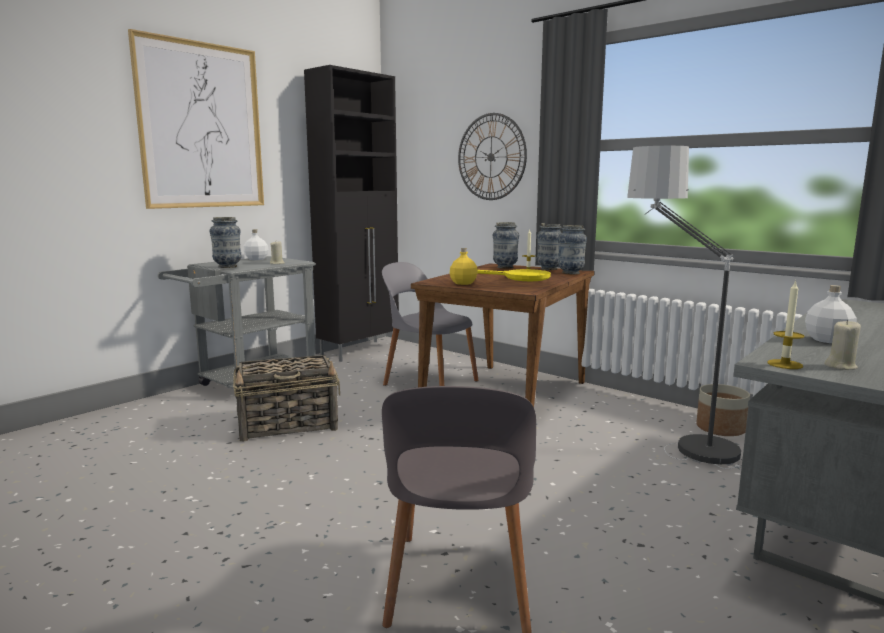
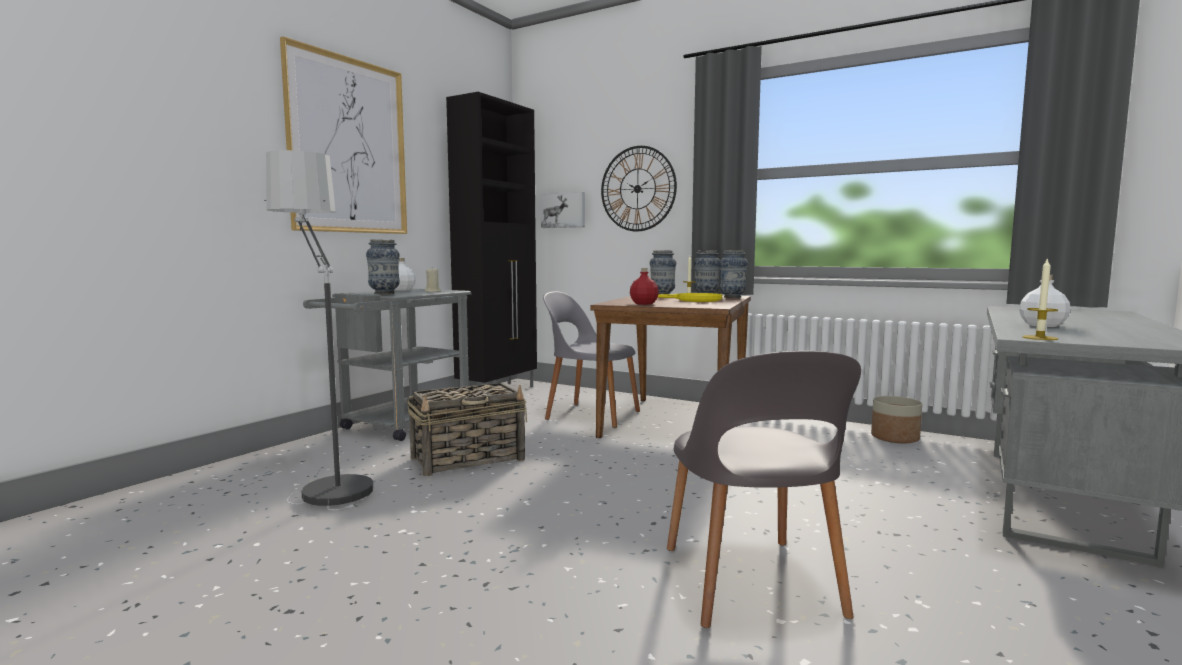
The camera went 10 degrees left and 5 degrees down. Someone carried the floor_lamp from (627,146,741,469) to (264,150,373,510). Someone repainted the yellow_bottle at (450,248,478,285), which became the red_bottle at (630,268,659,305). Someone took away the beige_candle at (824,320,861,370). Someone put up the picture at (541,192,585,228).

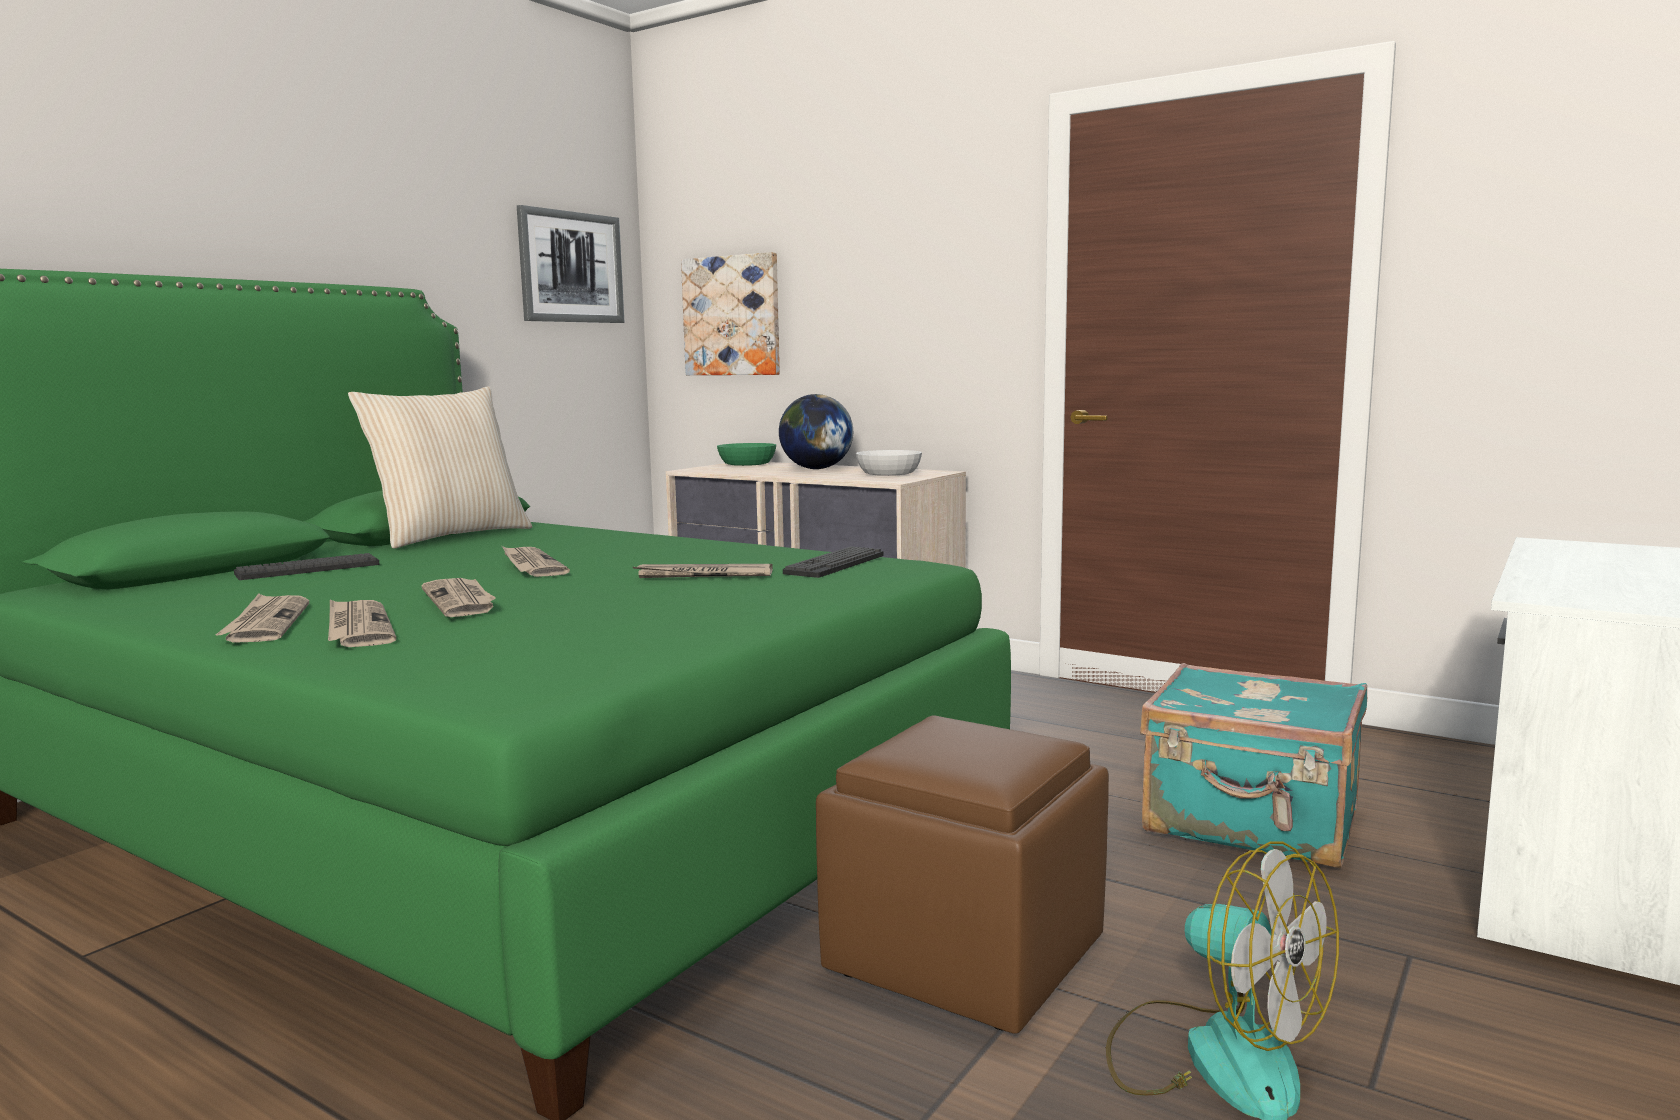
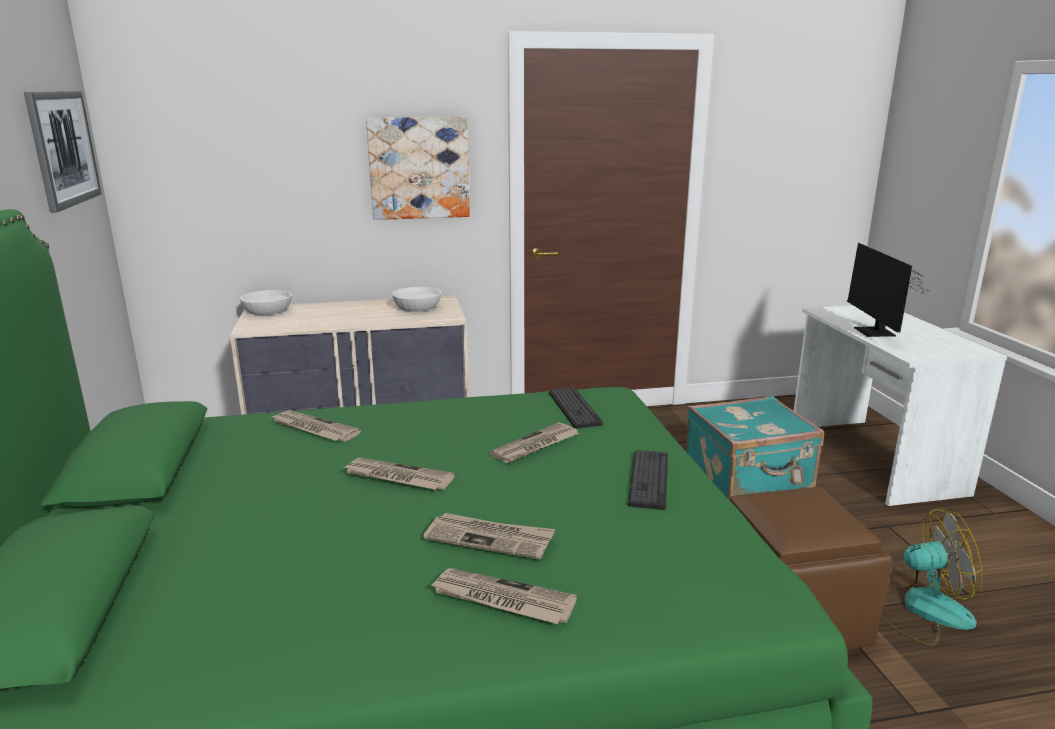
The camera went 45 degrees left and 10 degrees up. Someone carried the picture from (681,252,780,375) to (366,117,470,220). Someone took away the beige_pillow at (348,386,532,549). Someone took away the globe at (779,394,853,469). Someone repainted the green_bowl at (717,443,776,466), which became the white_bowl at (240,290,292,315). Someone carried the keyboard from (234,553,380,580) to (628,450,668,510). Someone carried the newspaper from (216,594,309,643) to (271,410,361,442). Someone put down the monitor at (847,243,929,337).

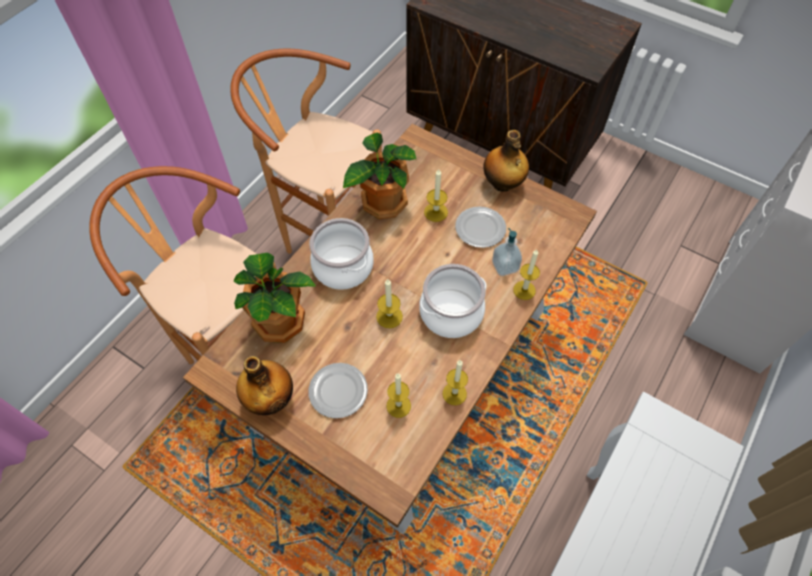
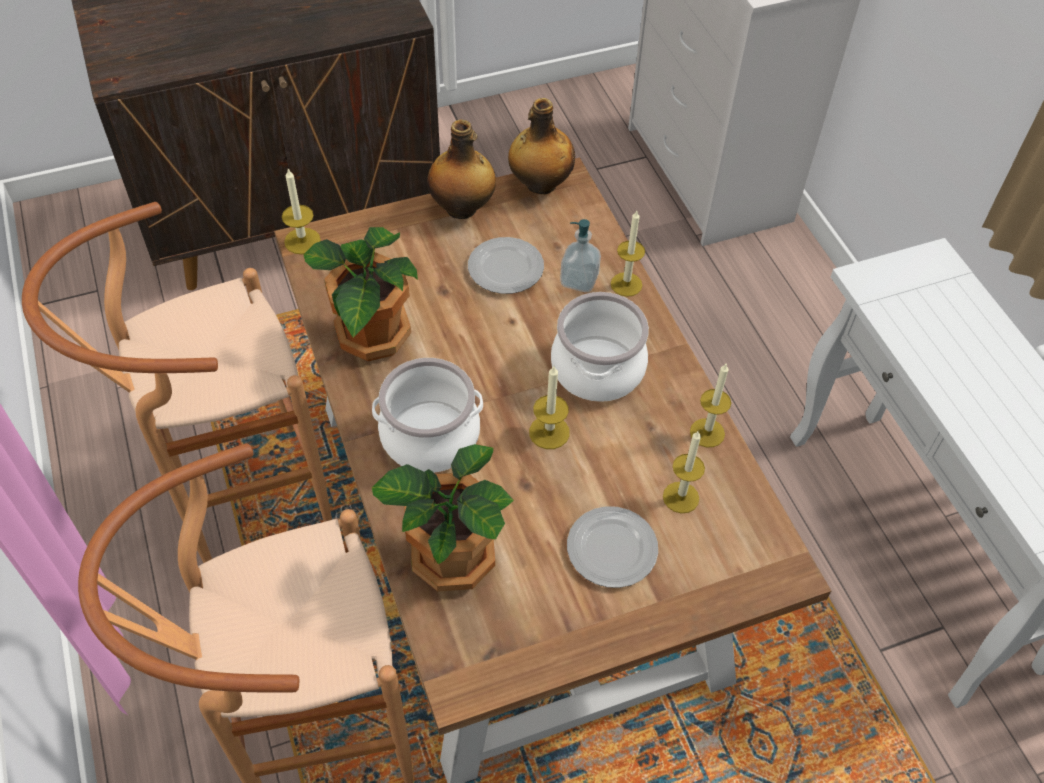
The camera went 55 degrees left and 5 degrees down. Someone carried the candle from (424,169,448,222) to (282,169,321,254). Someone carried the bottle from (236,356,293,415) to (508,98,575,194).

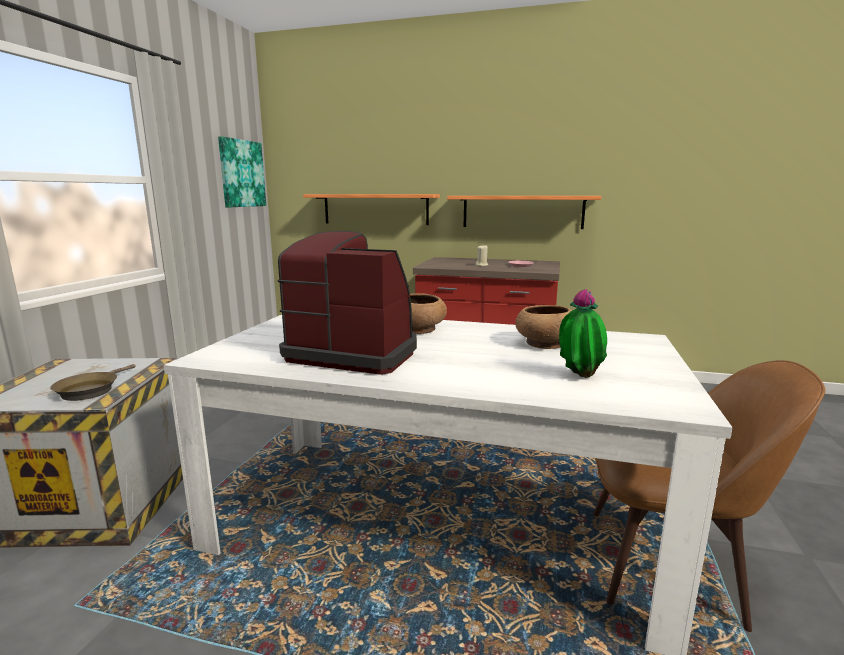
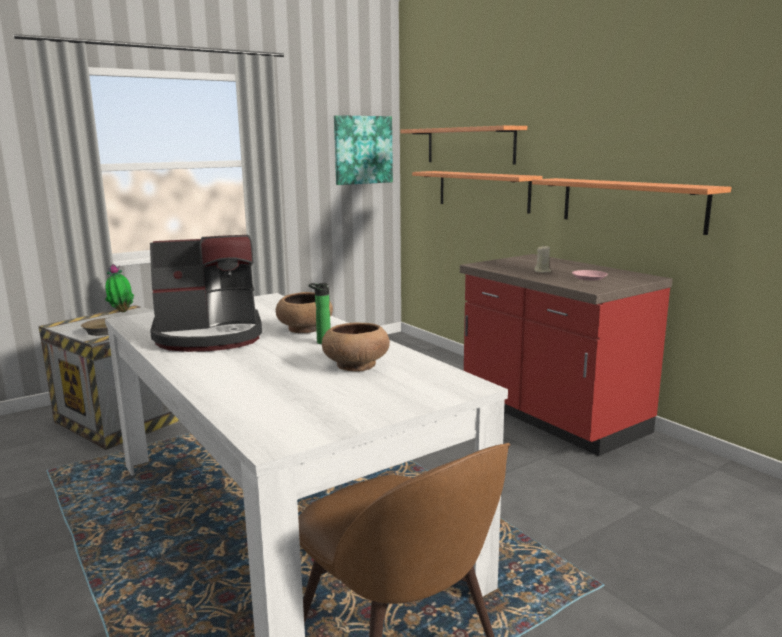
The camera went 40 degrees right and 0 degrees up. Someone rotated the coffee_machine at (277,231,417,375) by 105 degrees clockwise. Someone carried the potted_plant from (559,289,607,378) to (105,264,134,312). Someone put up the shelf at (401,126,527,165). Someone put down the bottle at (309,283,331,344).

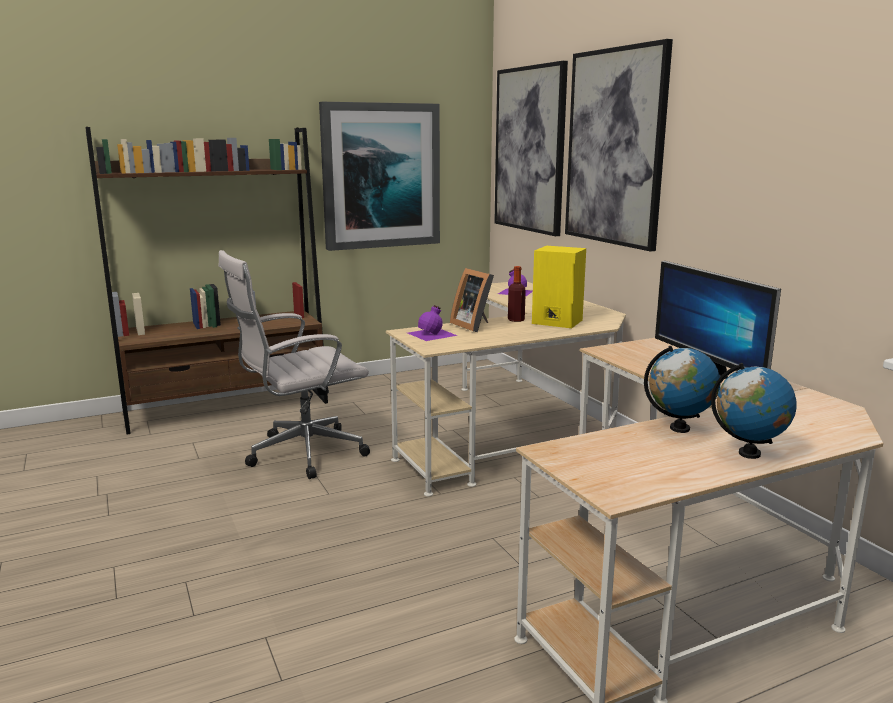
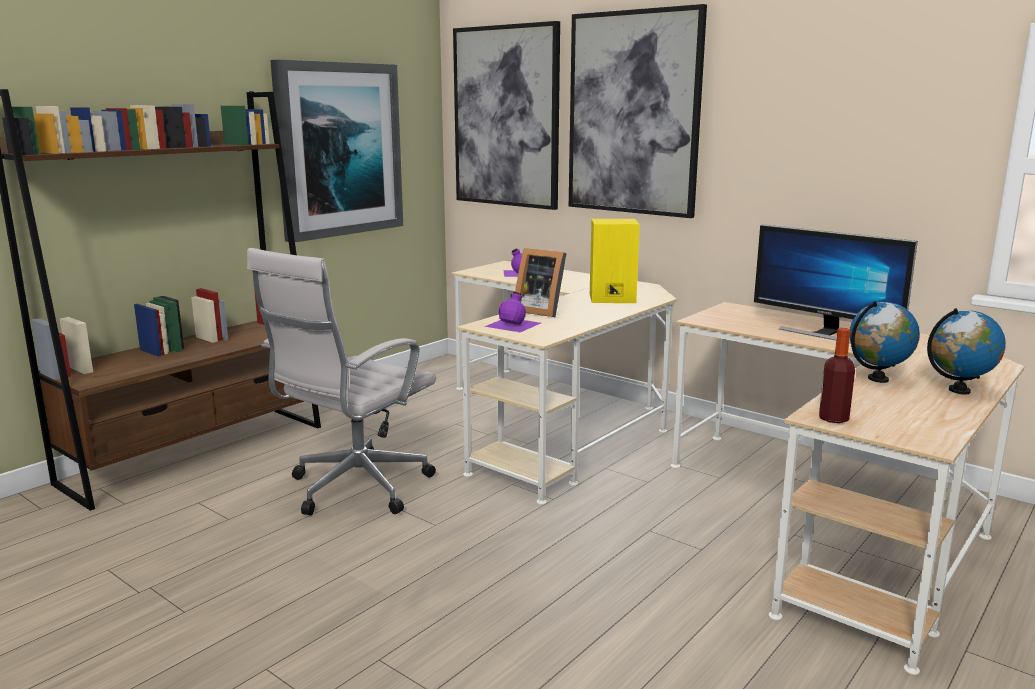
The camera went 25 degrees left and 0 degrees up. Someone carried the bottle from (508,266,526,322) to (819,328,855,423).

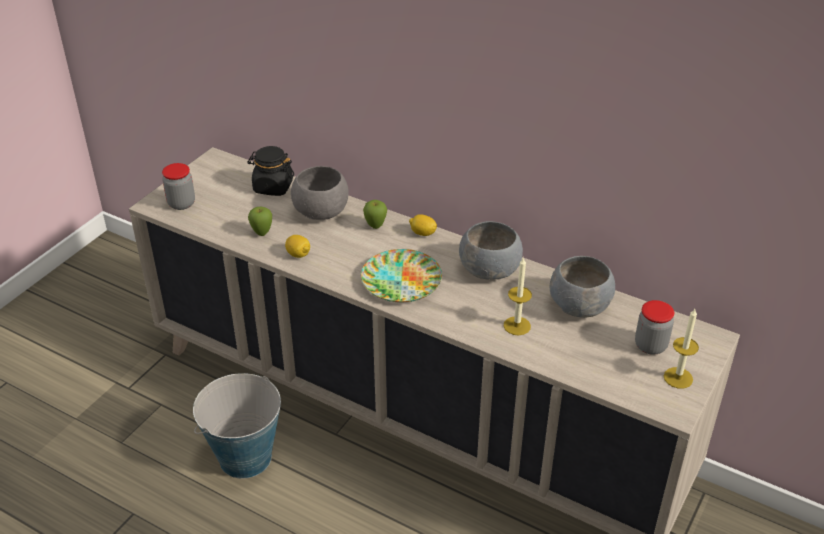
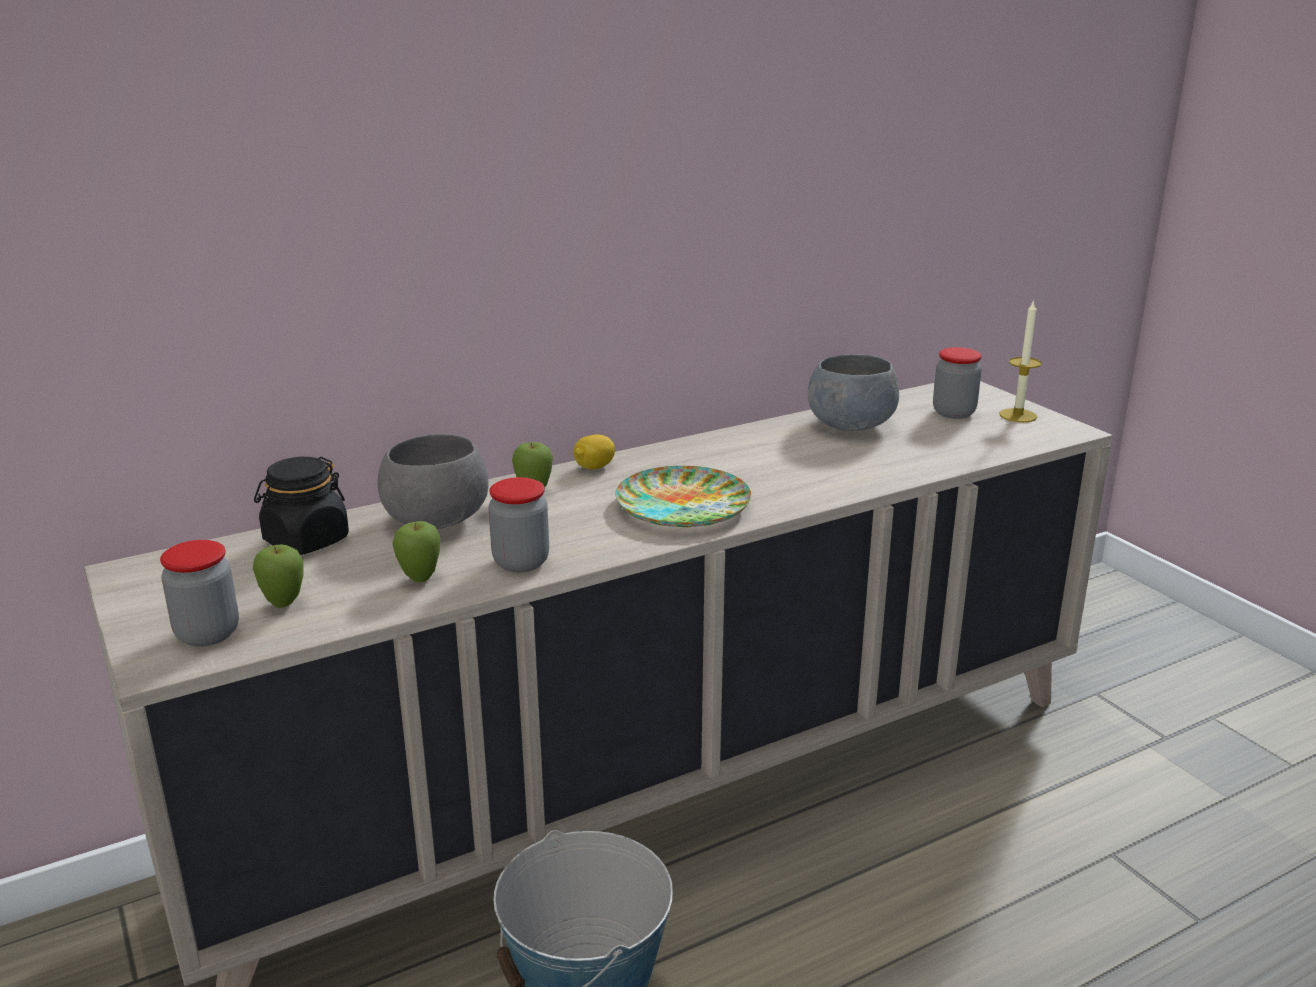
The camera went 60 degrees left and 15 degrees down. Someone took away the grey_bowl at (459,221,523,280). Someone swapped the lemon at (285,235,310,258) for the jar at (488,477,549,573). Someone took away the candle at (504,257,532,335). Someone put down the apple at (253,544,304,608).

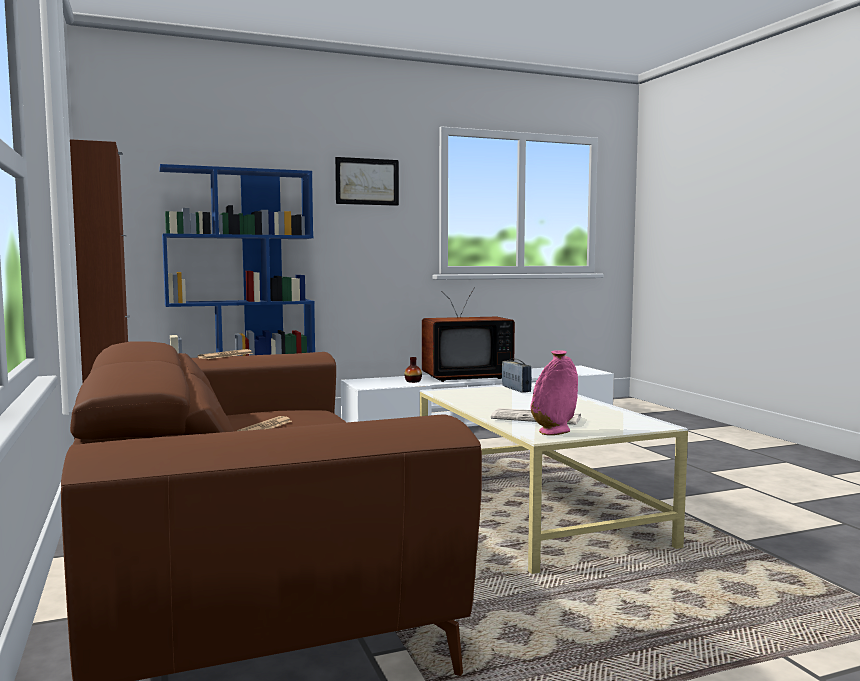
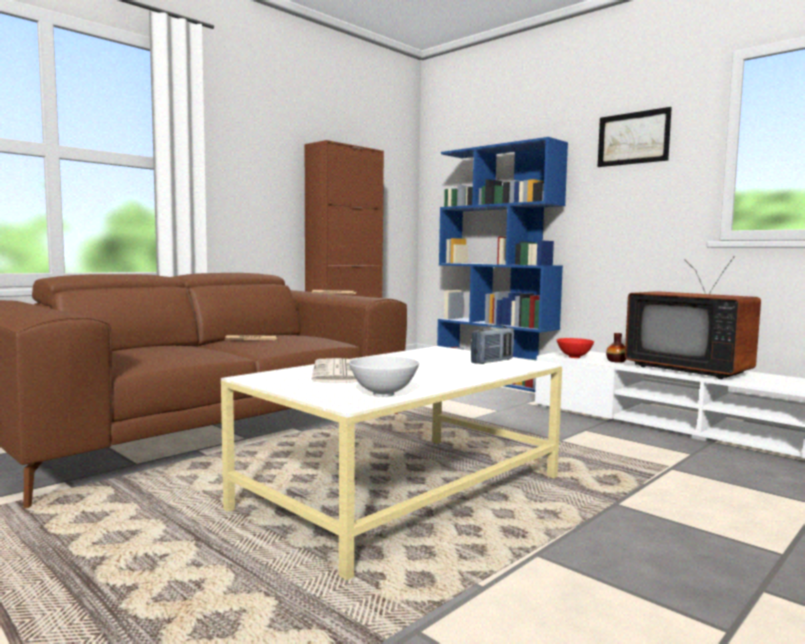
The camera went 65 degrees right and 0 degrees up. Someone took away the pink_vase at (531,350,578,435). Someone put down the red_bowl at (557,338,594,358). Someone put down the white_bowl at (349,356,419,397).

